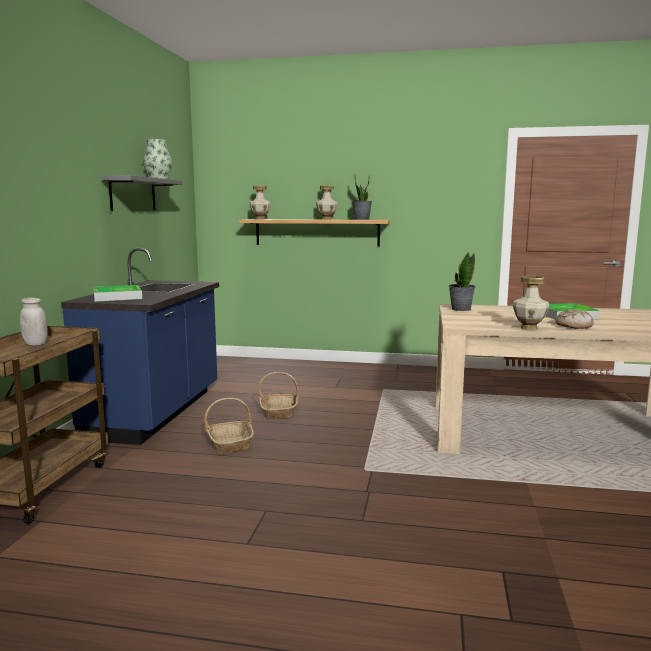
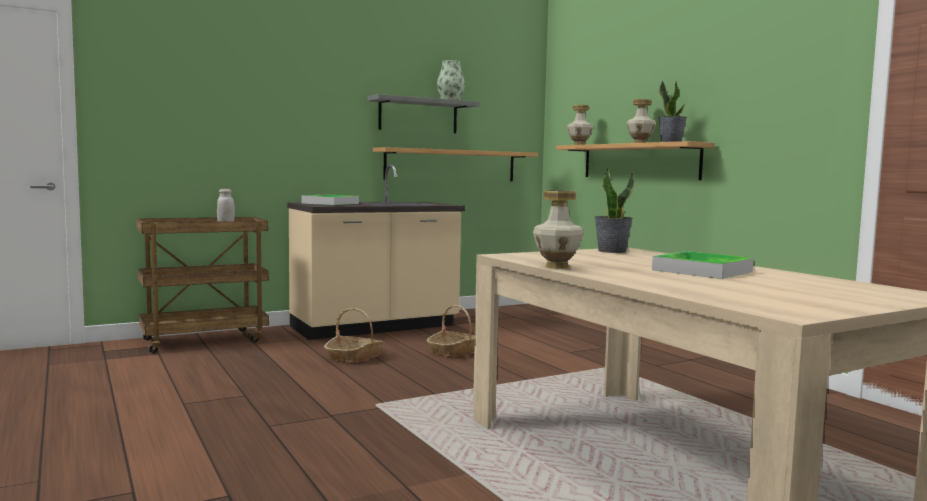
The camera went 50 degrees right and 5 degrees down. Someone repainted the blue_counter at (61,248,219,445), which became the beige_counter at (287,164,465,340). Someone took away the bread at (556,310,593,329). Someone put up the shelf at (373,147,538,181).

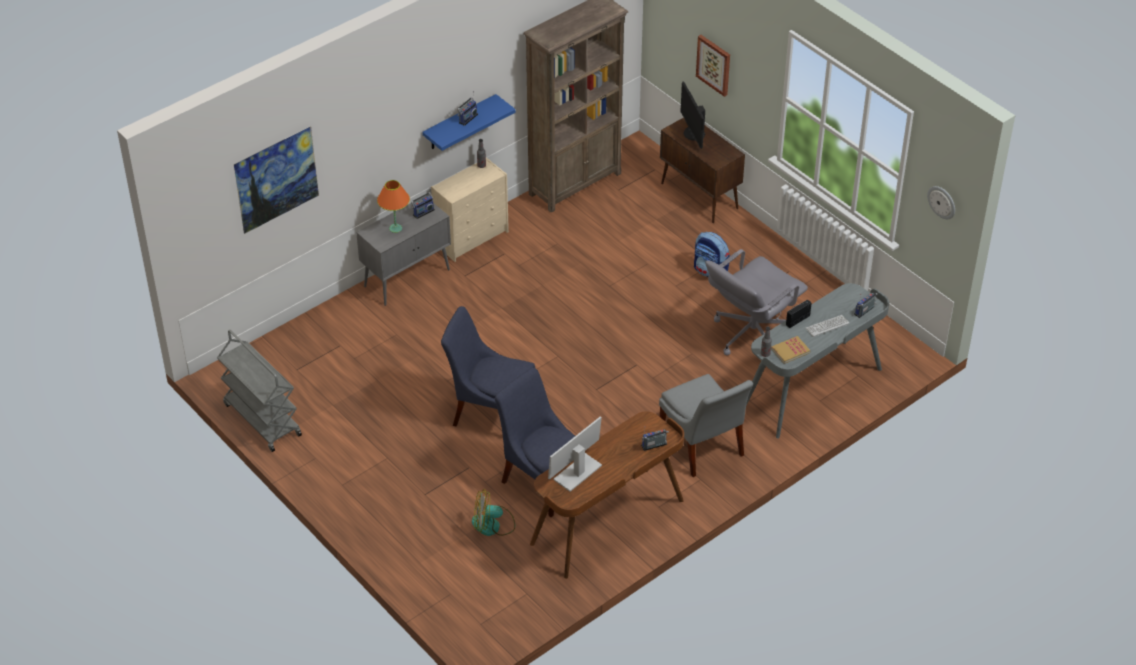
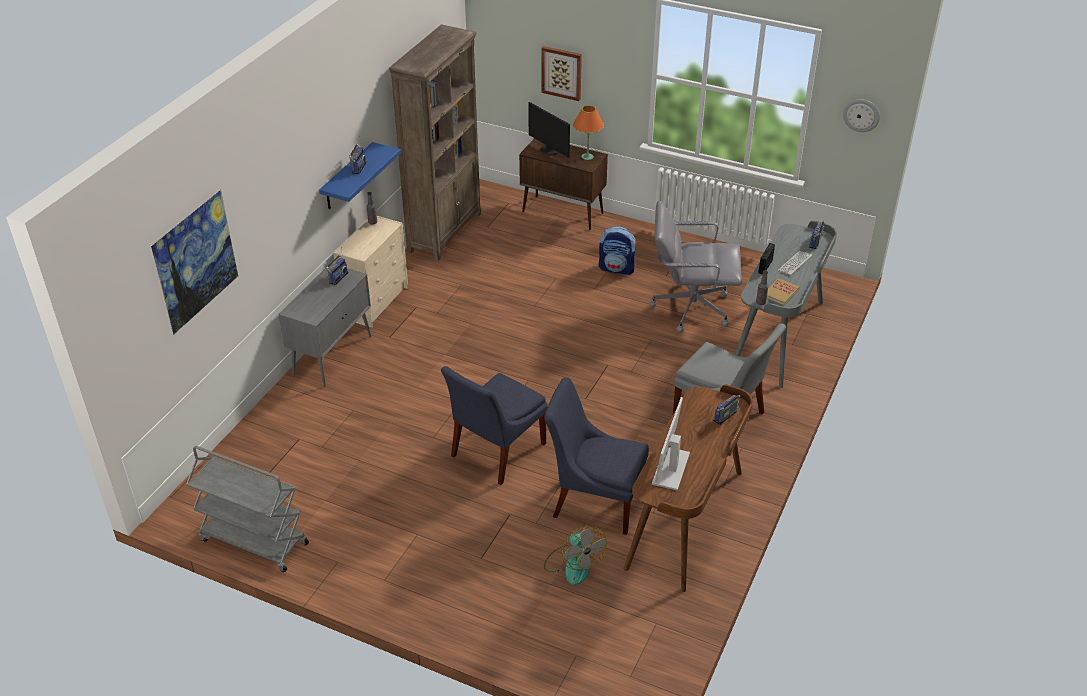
The camera went 25 degrees left and 5 degrees down. Someone carried the orange_table_lamp from (377,180,410,233) to (573,105,604,160). Someone rotated the grey_office_chair at (705,249,808,355) by 75 degrees clockwise. Someone rotated the blue_chair at (441,306,535,426) by 45 degrees counterclockwise. Someone rotated the fan at (472,489,515,536) by 90 degrees counterclockwise.

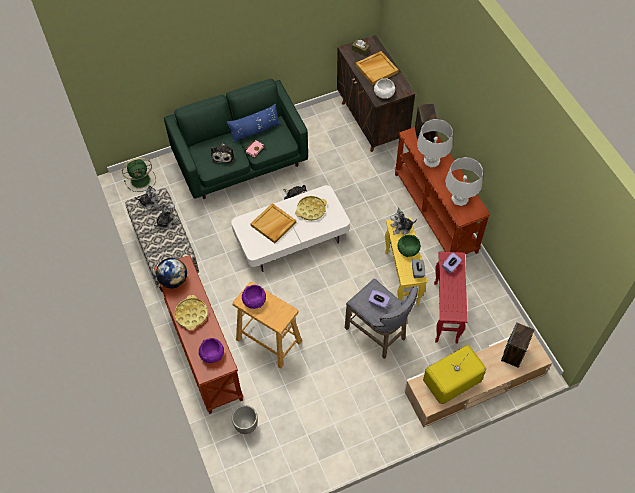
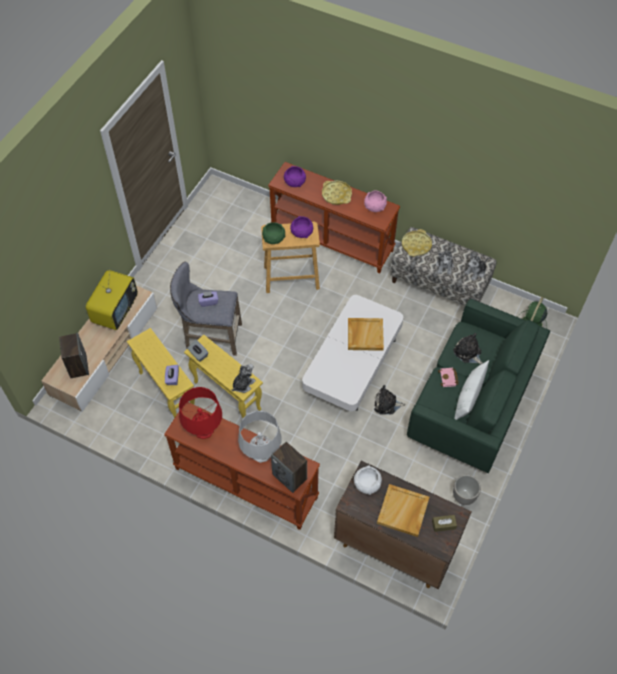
The camera went 140 degrees right and 0 degrees up. Someone repainted the blue_pillow at (227,104,281,143), which became the white_pillow at (454,360,489,420). Someone repainted the grey_table_lamp at (445,157,483,206), which became the red_table_lamp at (179,387,222,439). Someone carried the yellow_tray from (295,196,327,221) to (402,229,432,257). Someone carried the green_bowl from (398,235,421,257) to (262,222,285,244). Someone repainted the red_side_table at (434,252,468,344), which became the yellow_side_table at (127,328,195,418). Someone swapped the globe at (156,258,187,288) for the pink_bowl at (364,190,387,212). Someone carried the planter from (232,405,258,434) to (453,475,481,505).

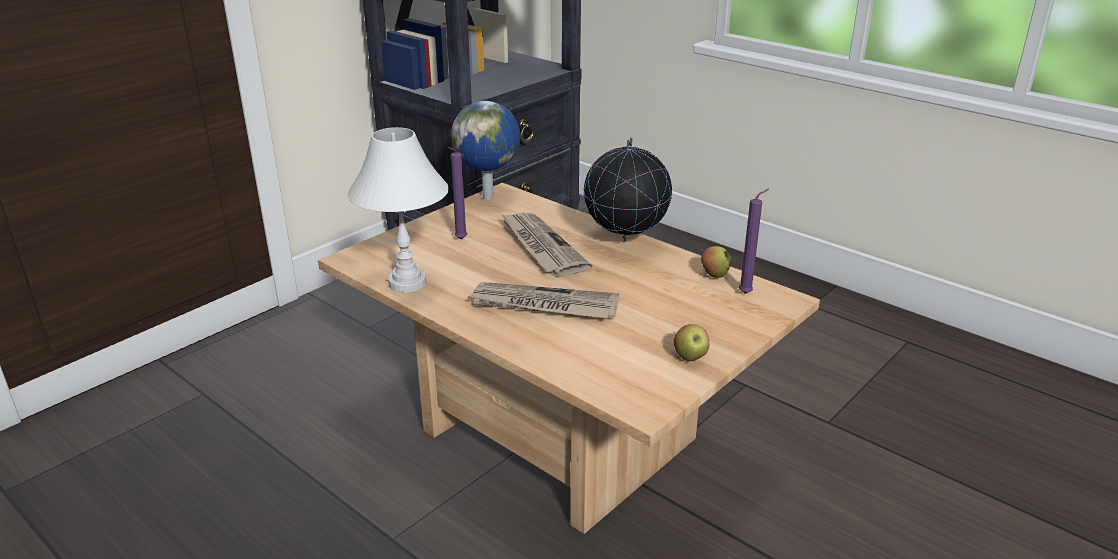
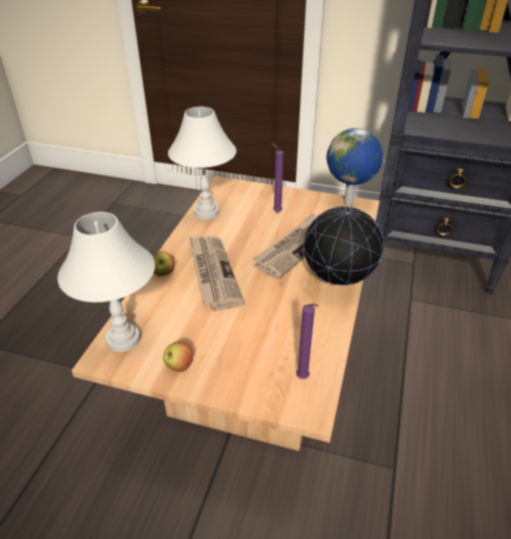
The camera went 65 degrees right and 10 degrees up. Someone carried the apple from (701,246,731,278) to (153,251,175,276). Someone put down the white_table_lamp at (57,212,155,352).

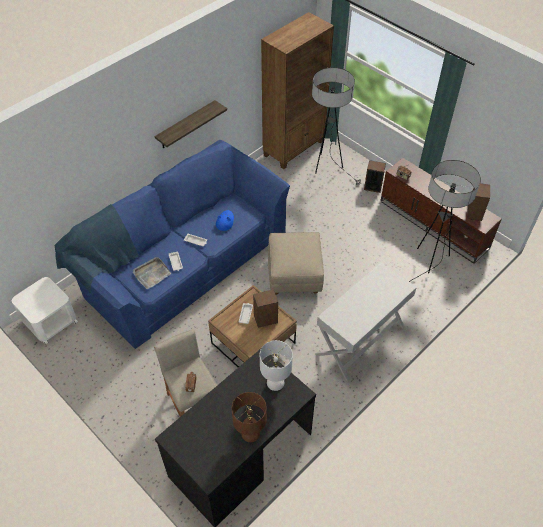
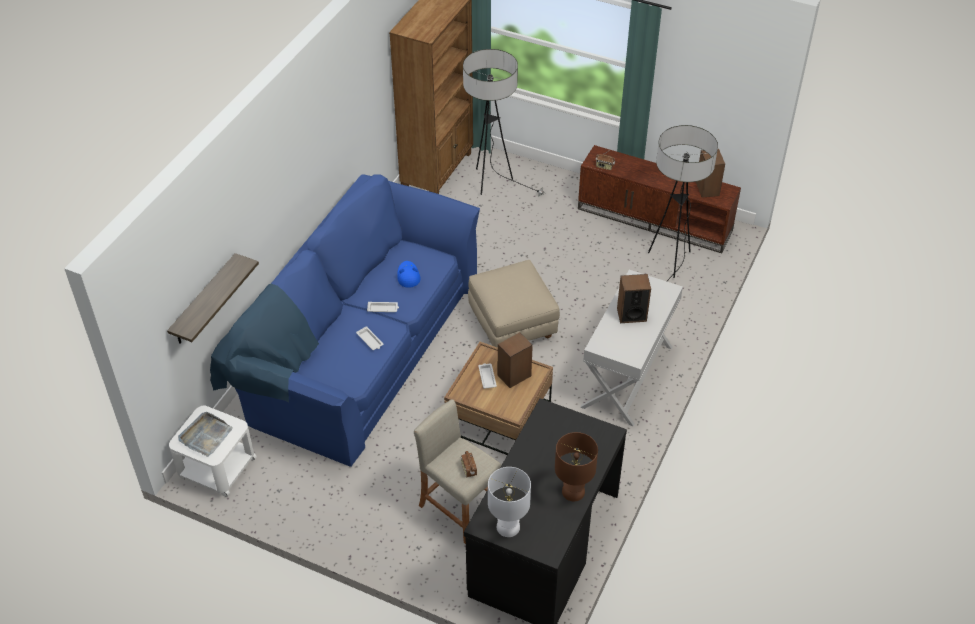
The camera went 20 degrees left and 5 degrees down. Someone carried the shelf from (155,100,227,148) to (167,253,259,344). Someone carried the speaker from (364,160,386,193) to (617,274,651,323). Someone carried the grey_tray from (133,257,171,289) to (178,412,233,457). Someone carried the white_table_lamp from (260,340,293,391) to (488,467,531,537).

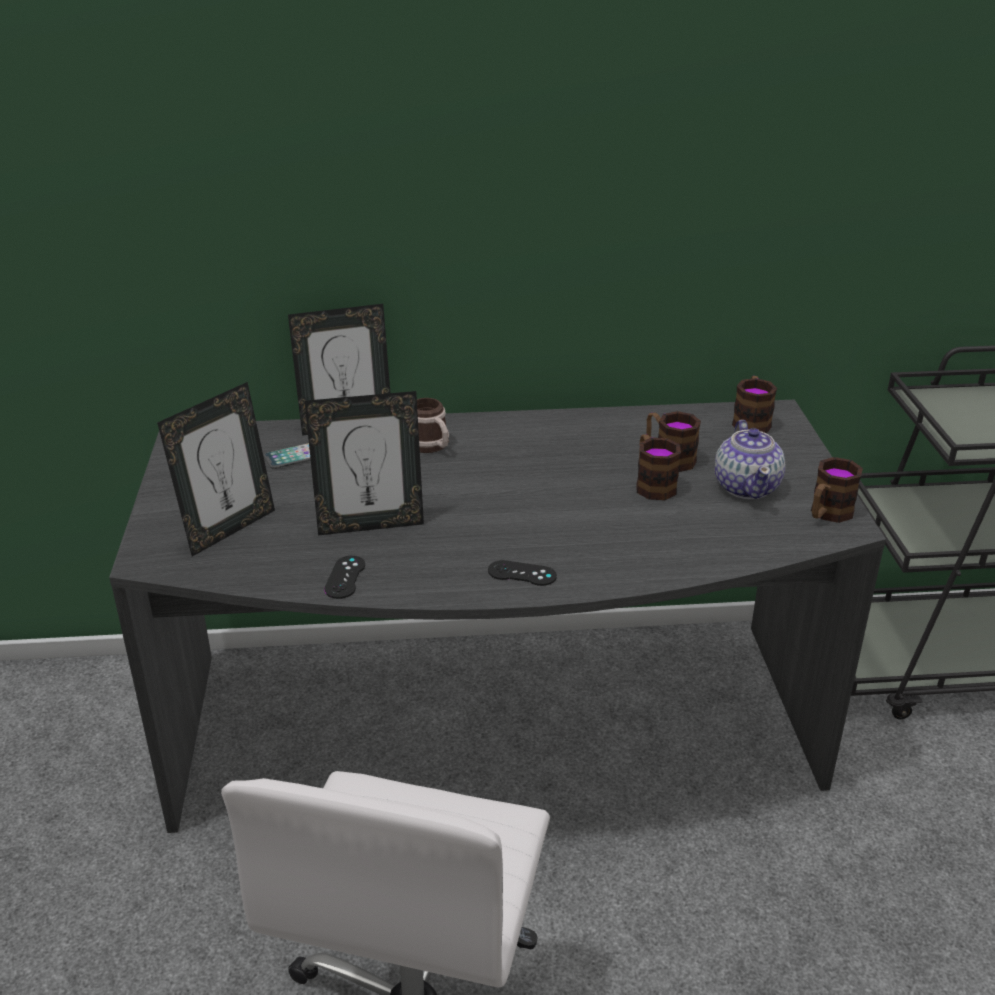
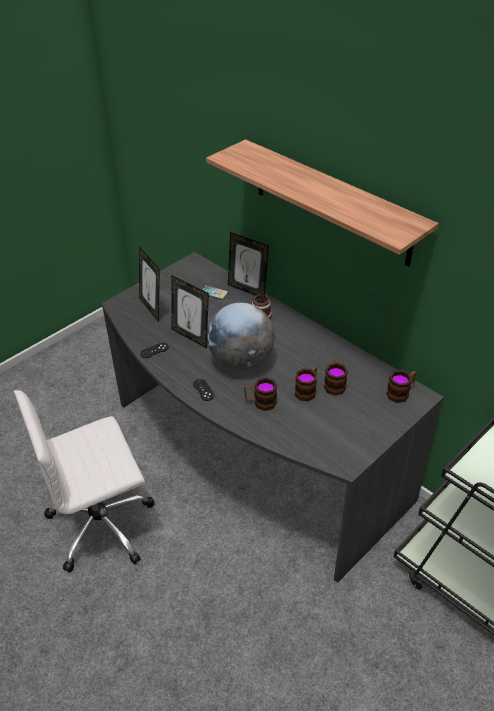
The camera went 50 degrees right and 10 degrees up. Someone rotated the picture_frame at (157,382,275,557) by 60 degrees clockwise. Someone took away the teapot at (715,420,785,499). Someone carried the mug from (811,457,863,523) to (244,377,277,411). Someone put up the shelf at (206,139,439,267). Someone put down the globe at (207,303,275,370).

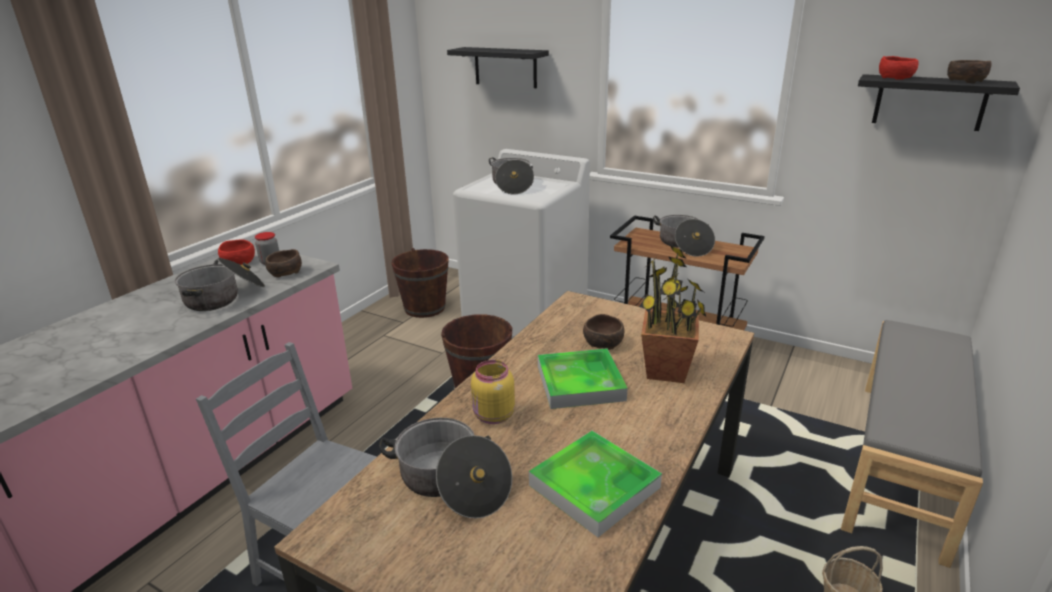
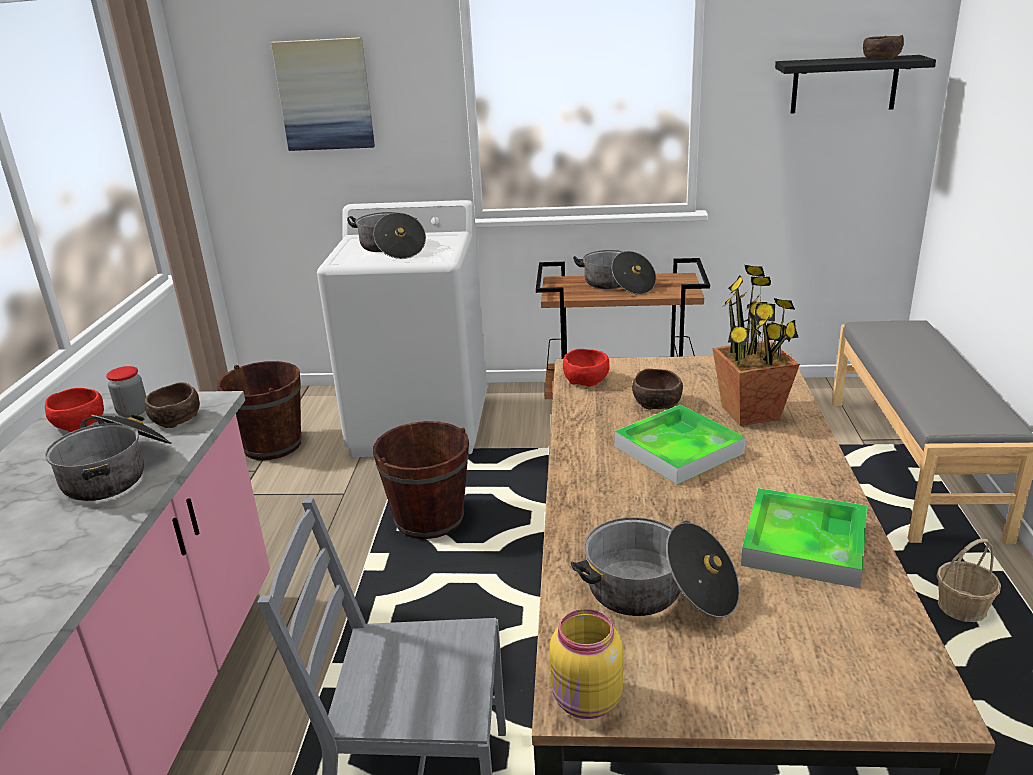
The camera went 25 degrees left and 0 degrees up. Someone swapped the black_shelf at (447,47,549,88) for the picture at (271,37,375,151). Someone carried the red_bowl from (879,56,919,80) to (563,349,610,387). Someone carried the yellow_jar from (471,360,515,424) to (549,609,623,719).

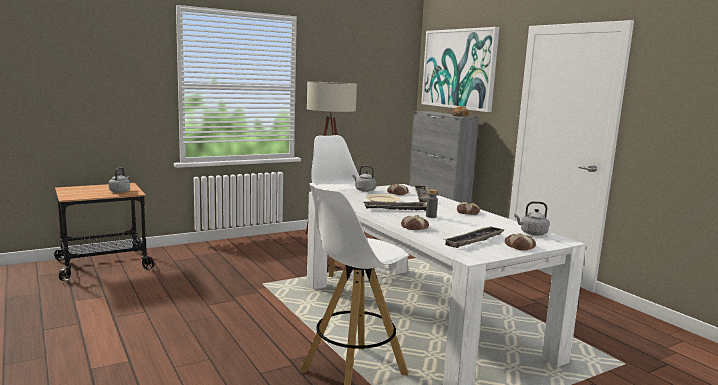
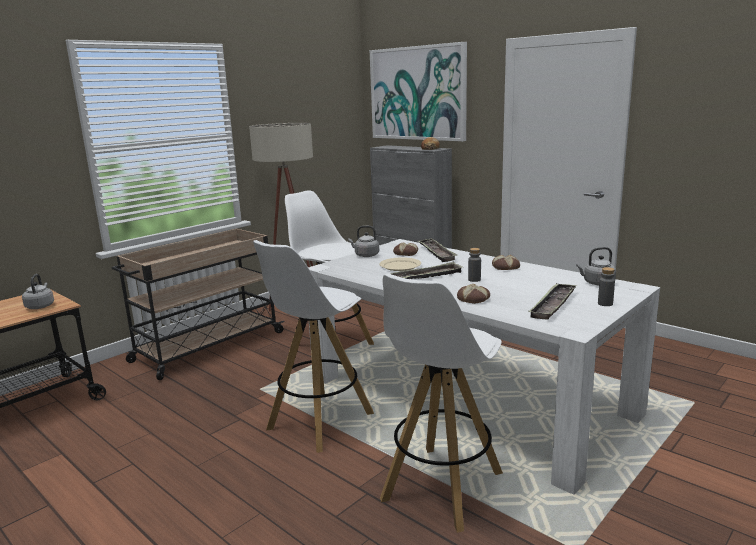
The camera went 15 degrees left and 5 degrees up. Someone swapped the bread at (505,233,536,251) for the grey_bottle at (598,267,615,306). Someone put down the beige_cart at (112,229,284,380). Someone put down the white_stool at (253,240,374,453).

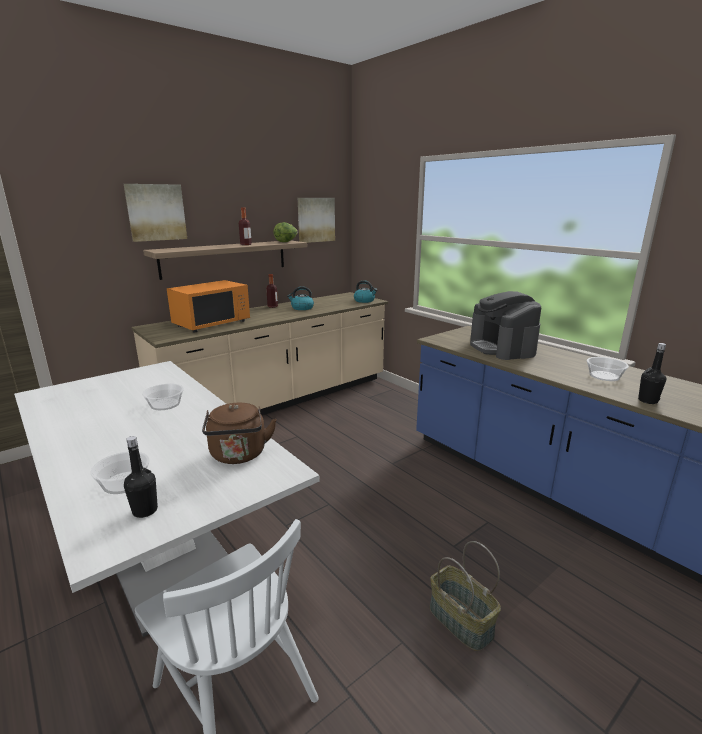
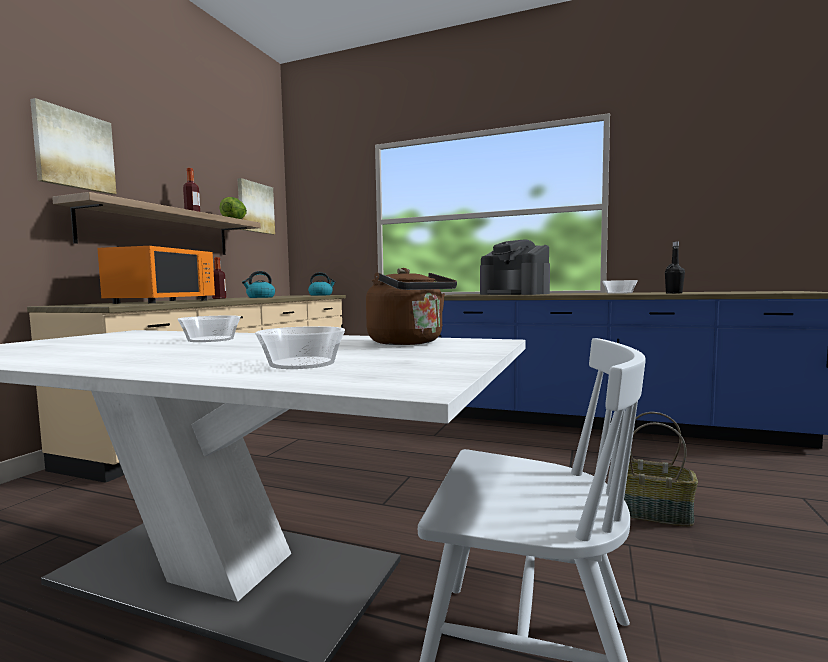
The camera went 30 degrees left and 15 degrees down. Someone took away the black_bottle at (124,436,158,518).

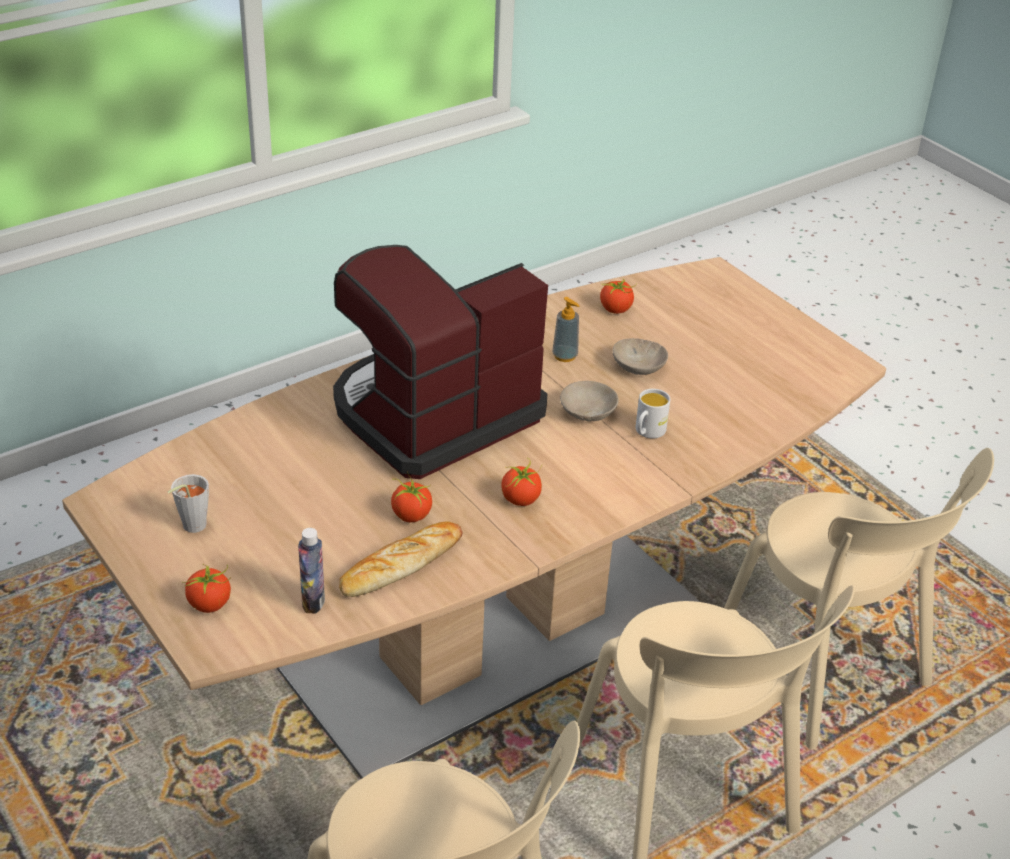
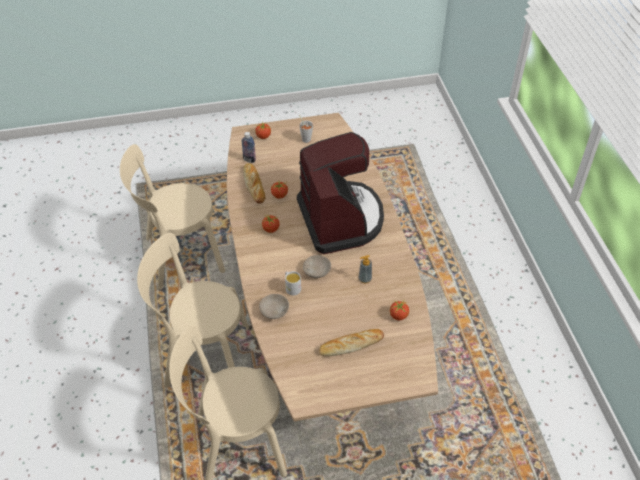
The camera went 115 degrees right and 10 degrees up. Someone carried the beige_bowl from (613,338,668,375) to (259,294,289,319). Someone put down the bread at (319,329,384,356).

